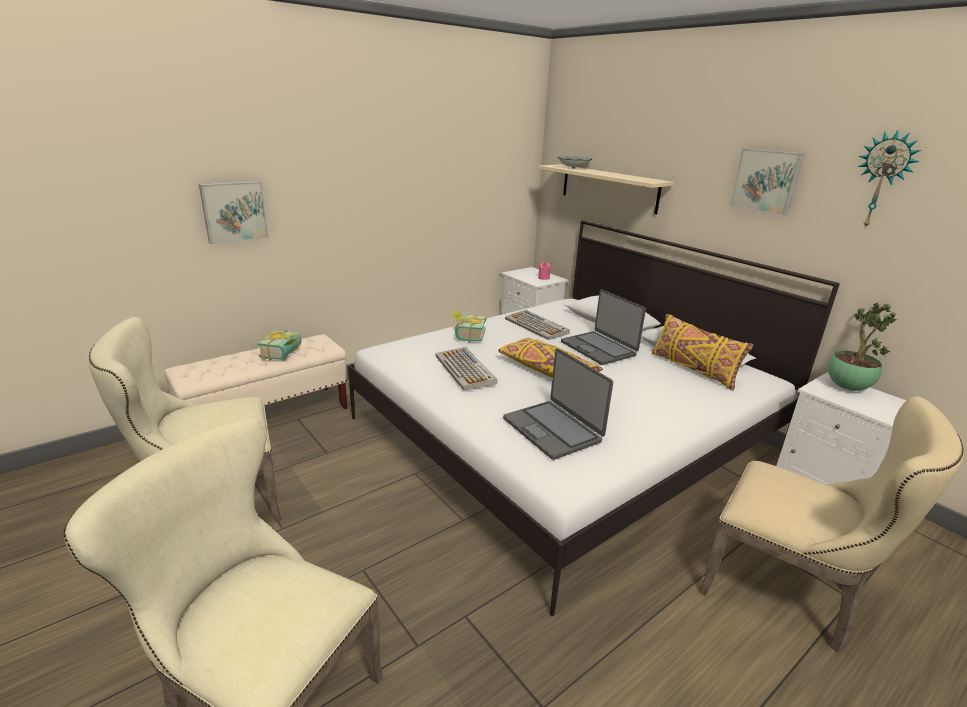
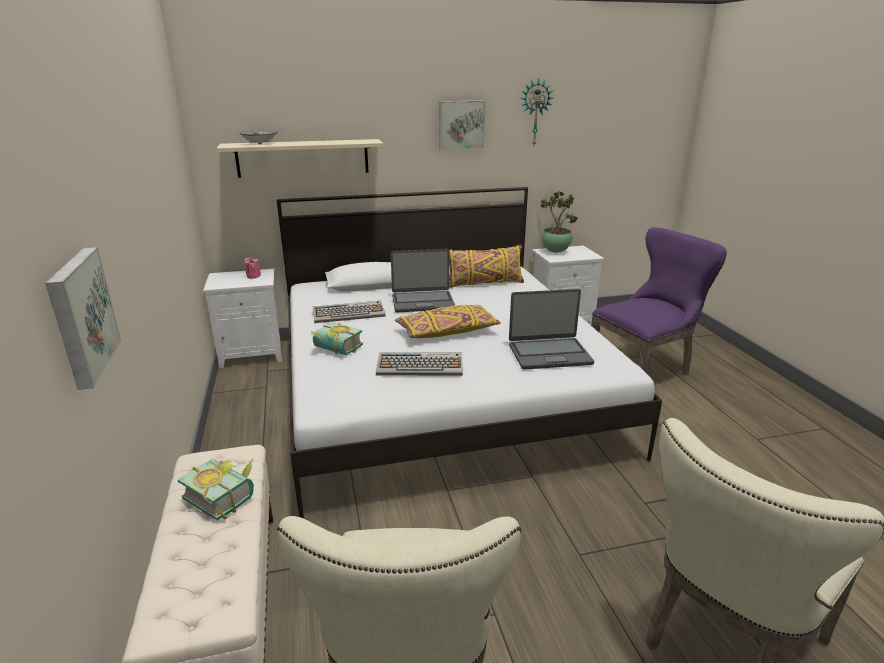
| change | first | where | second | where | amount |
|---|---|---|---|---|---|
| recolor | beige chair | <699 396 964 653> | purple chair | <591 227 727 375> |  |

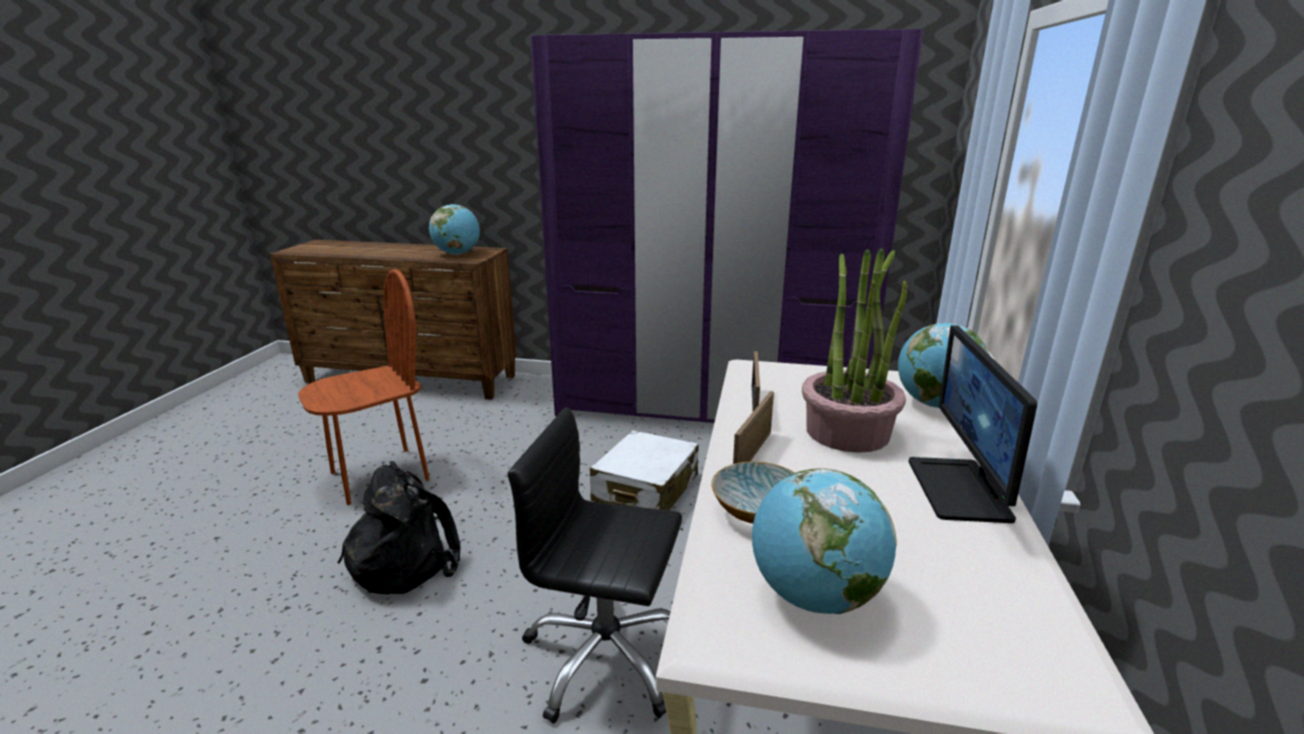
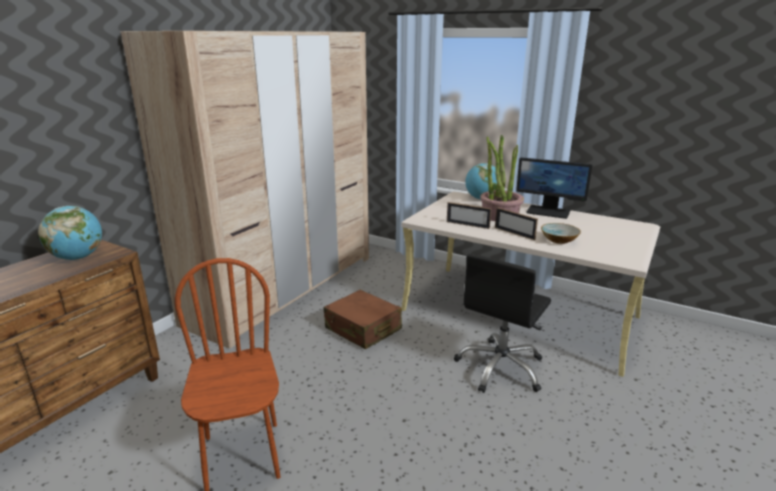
| change | first | where | second | where | amount |
|---|---|---|---|---|---|
| recolor | purple wardrobe | <530 29 924 423> | beige wardrobe | <121 31 369 349> |  |
| recolor | white suitcase | <590 430 698 510> | brown suitcase | <324 290 402 349> |  |
| delete | black backpack | <337 461 461 594> |  |  |  |
| delete | globe | <752 468 897 614> |  |  |  |

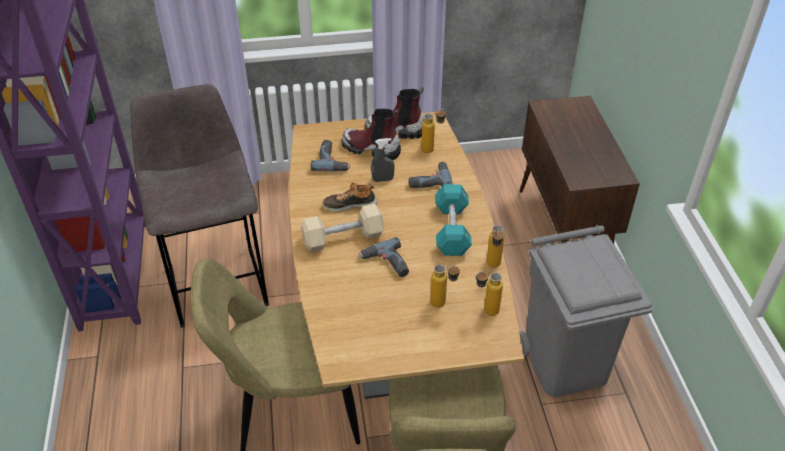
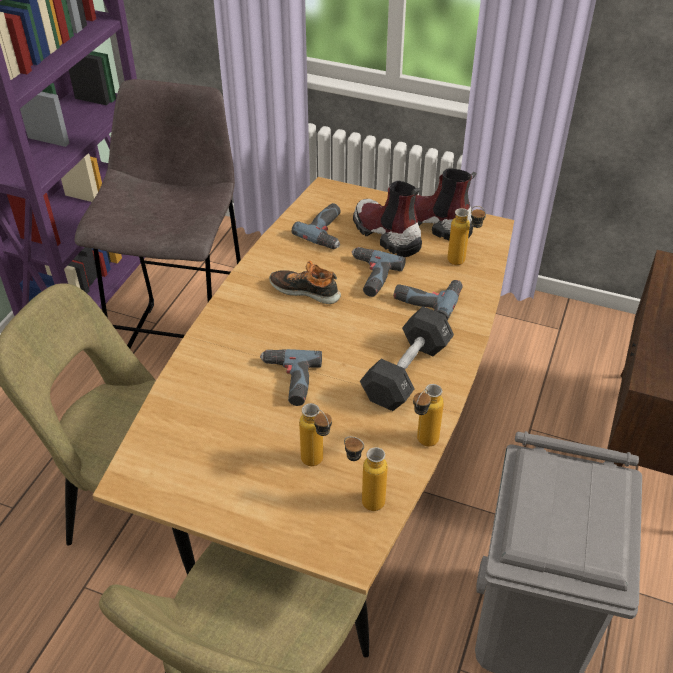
| change | first | where | second | where | amount |
|---|---|---|---|---|---|
| replace | grey spray bottle | <371 138 395 182> | power drill | <352 247 406 297> |  |
| recolor | turquoise dumbbell | <435 184 472 256> | black dumbbell | <360 306 454 411> |  |
| delete | beige dumbbell | <301 204 384 252> |  |  |  |

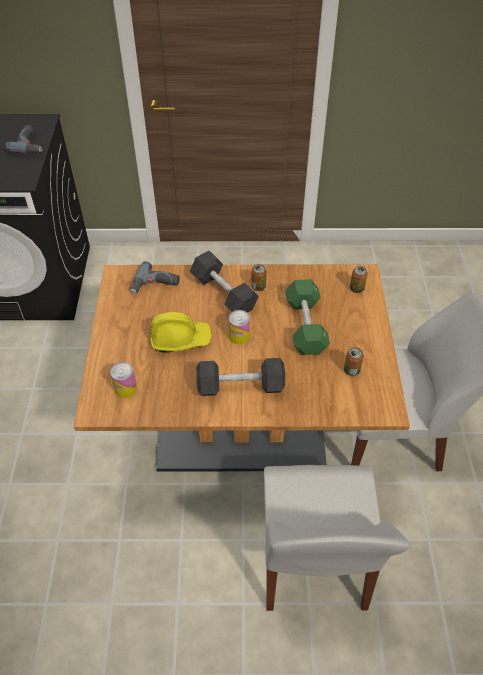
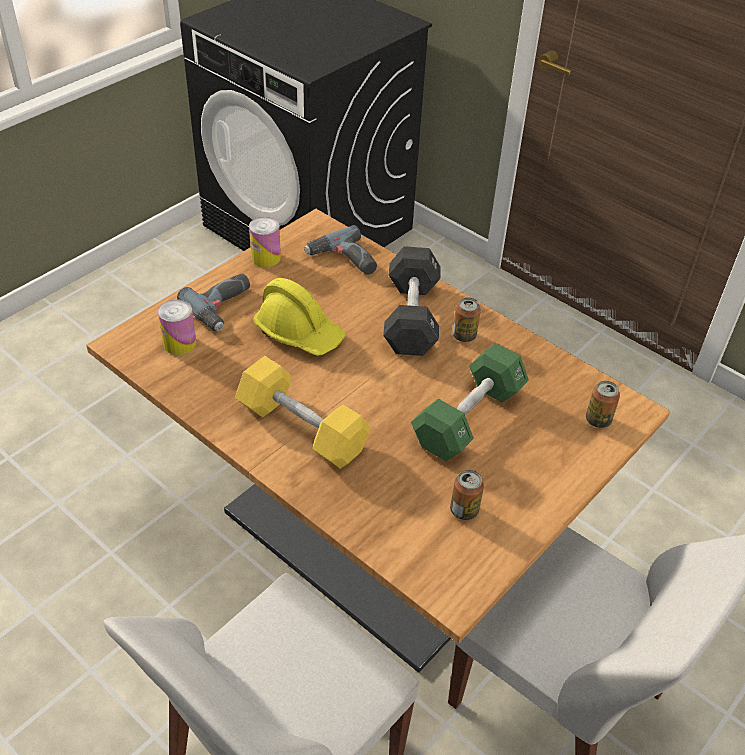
| change | first | where | second | where | amount |
|---|---|---|---|---|---|
| move | power drill | <5 125 43 153> |  | <177 273 250 331> |  |
| recolor | black dumbbell | <196 358 285 396> | yellow dumbbell | <235 356 370 469> |  |
| move | can | <228 310 250 345> |  | <249 217 281 267> |  |

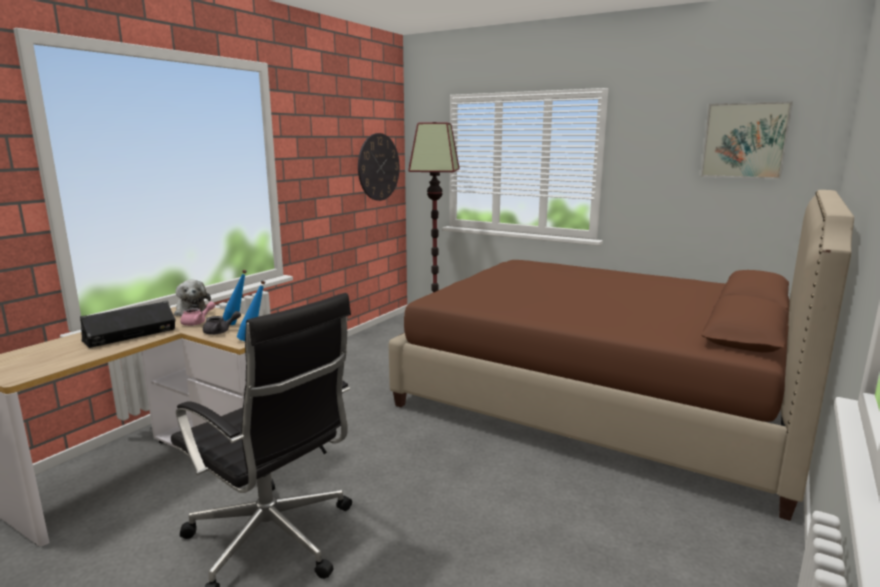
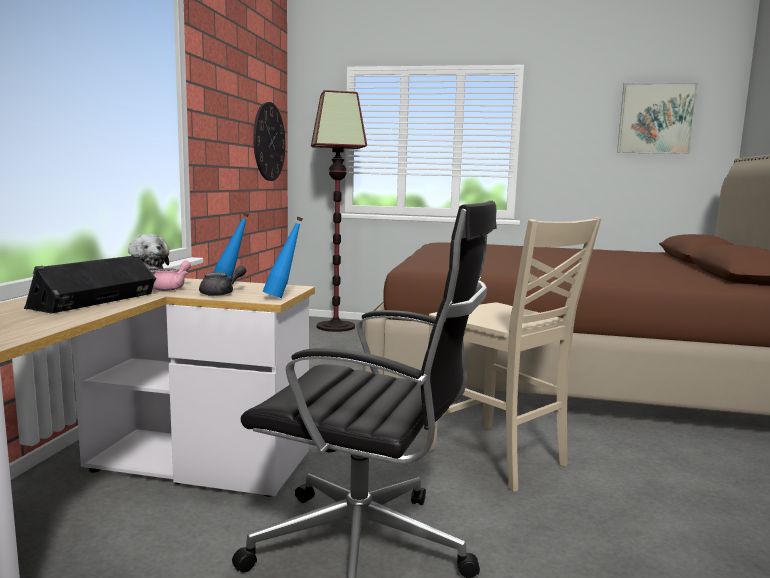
| change | first | where | second | where | amount |
|---|---|---|---|---|---|
| insert |  |  | beige chair | <425 217 601 492> |  |

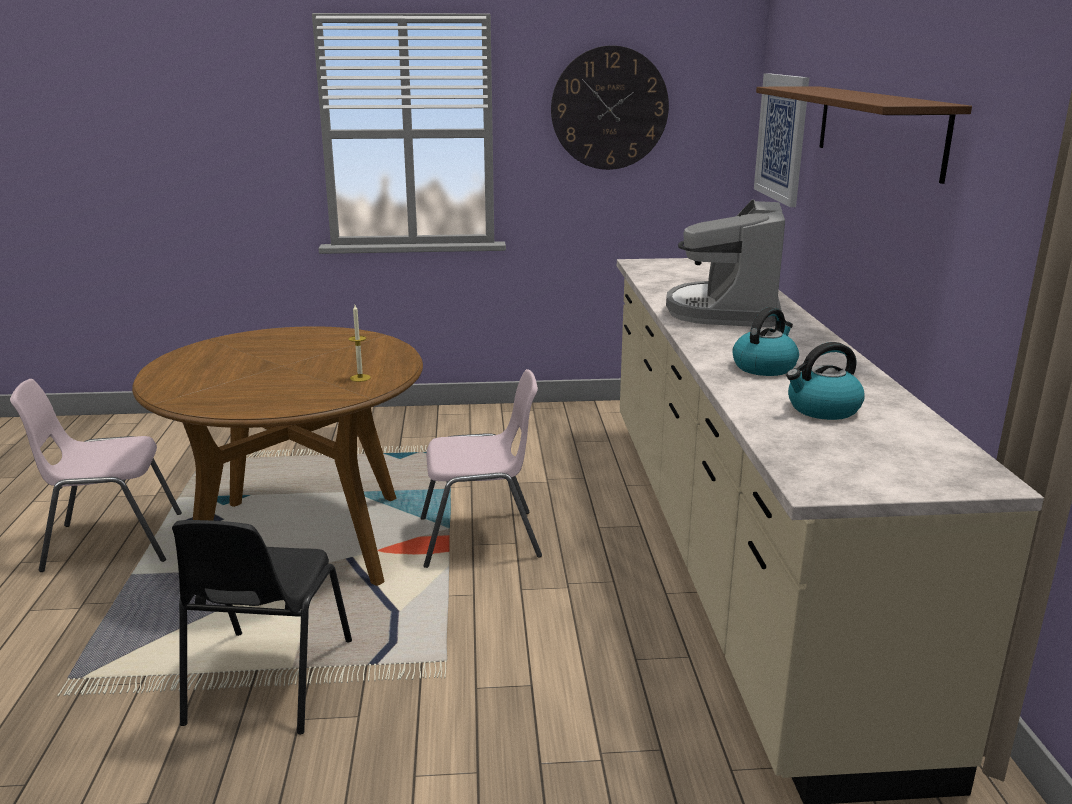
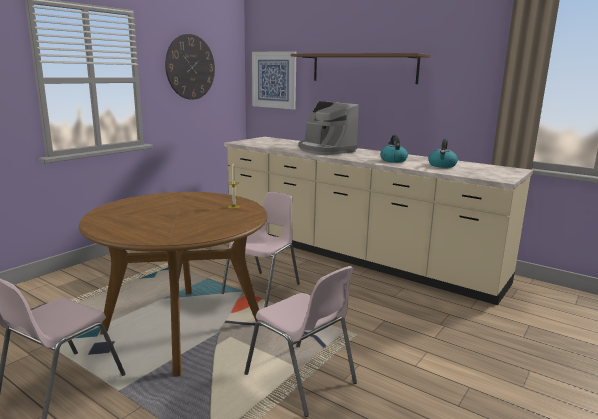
| change | first | where | second | where | amount |
|---|---|---|---|---|---|
| recolor | black chair | <172 520 352 734> | pink chair | <244 266 357 417> |  |

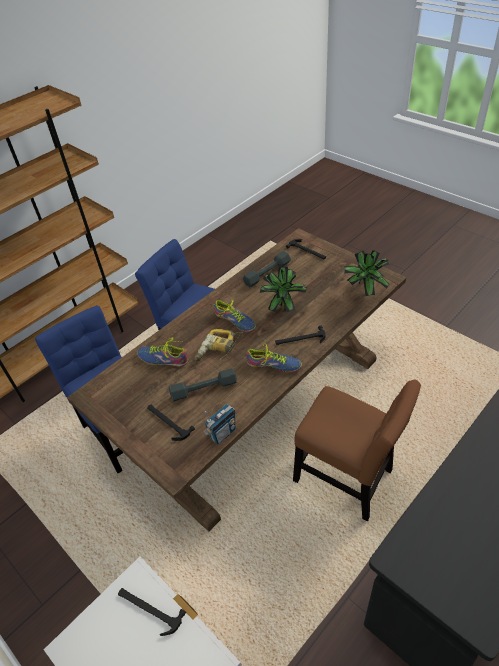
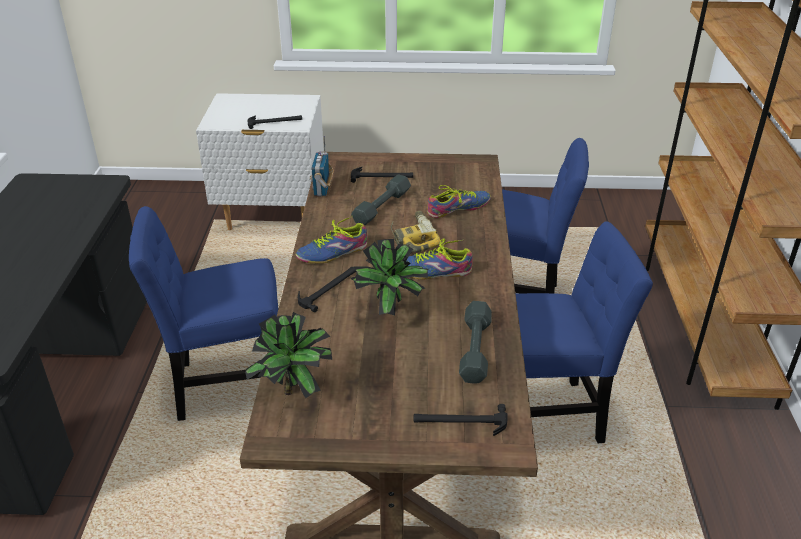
| change | first | where | second | where | amount |
|---|---|---|---|---|---|
| recolor | brown chair | <293 380 421 521> | blue chair | <129 206 279 421> |  |

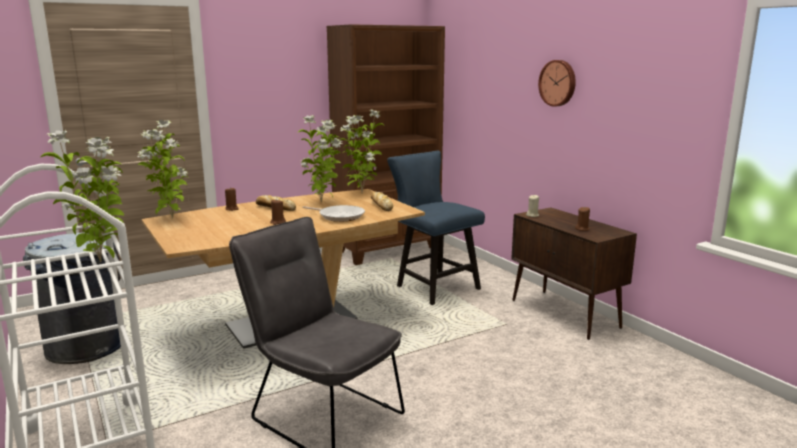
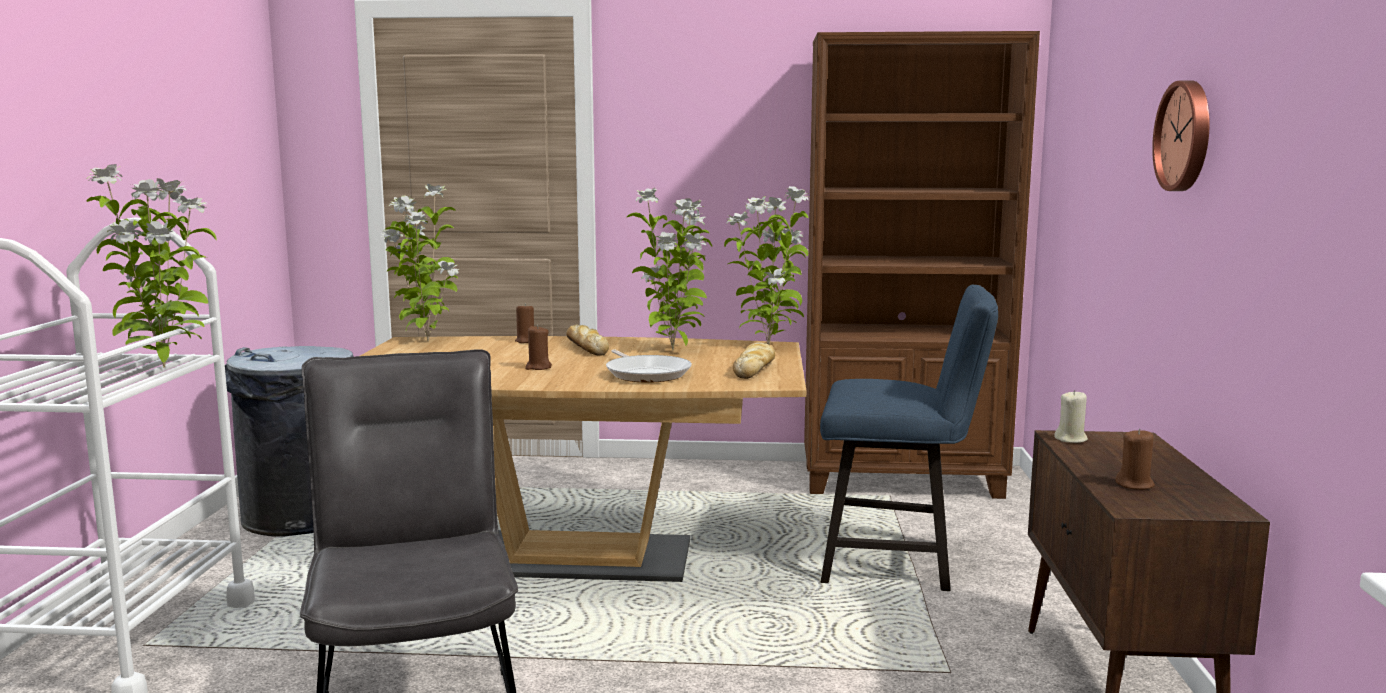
| change | first | where | second | where | amount |
|---|---|---|---|---|---|
| rotate | blue chair | <387 151 485 305> |  | <820 285 998 591> | 105 degrees clockwise |

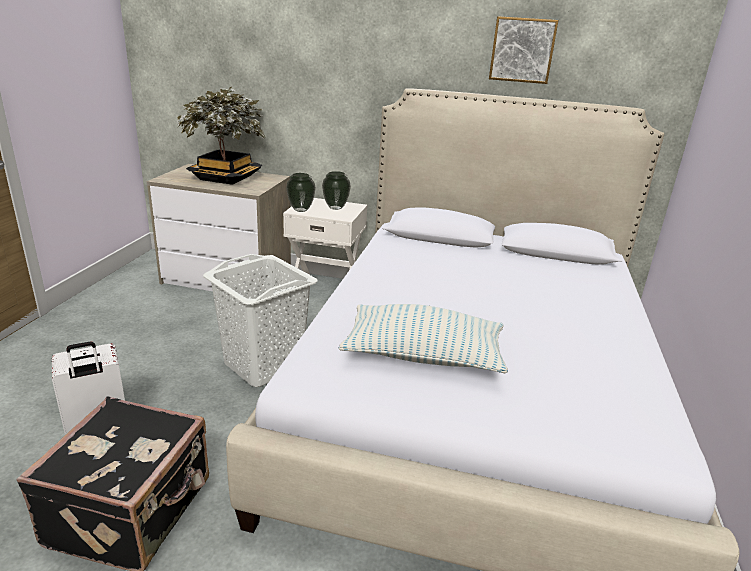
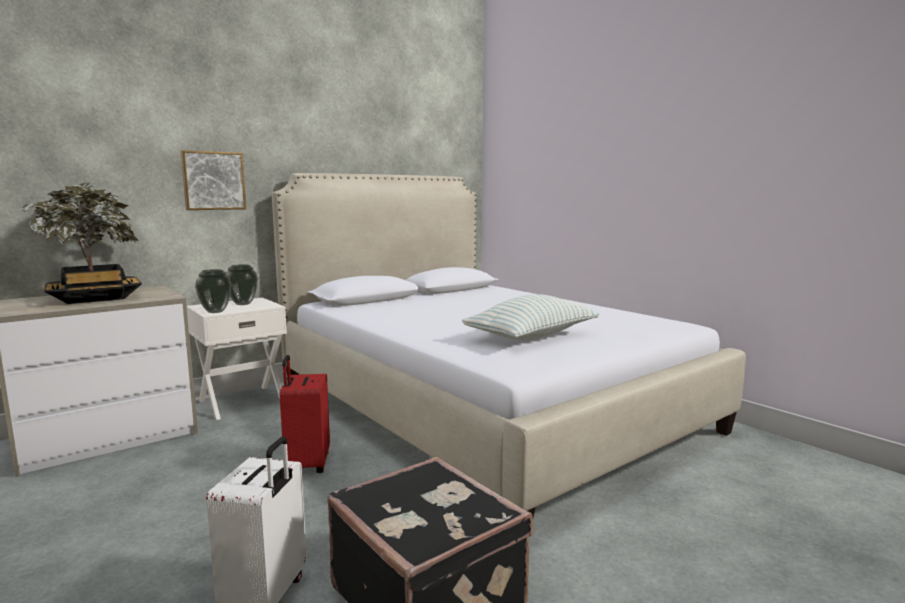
| change | first | where | second | where | amount |
|---|---|---|---|---|---|
| move | picture | <489 16 559 84> |  | <181 150 246 210> |  |
| replace | white laundry basket | <203 254 318 387> | red suitcase | <280 355 330 473> |  |

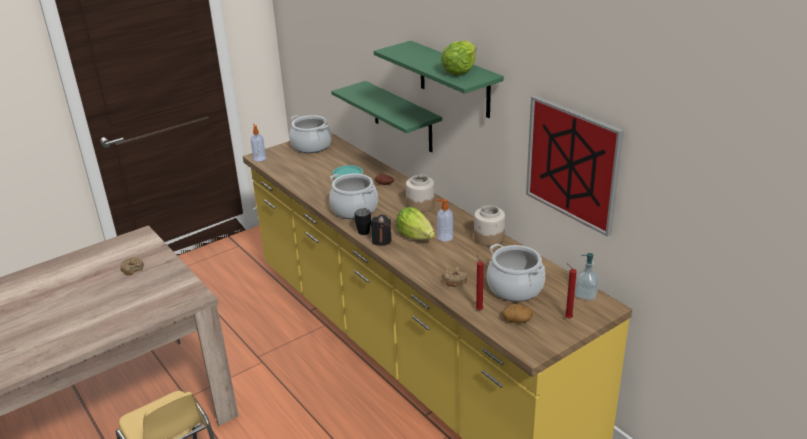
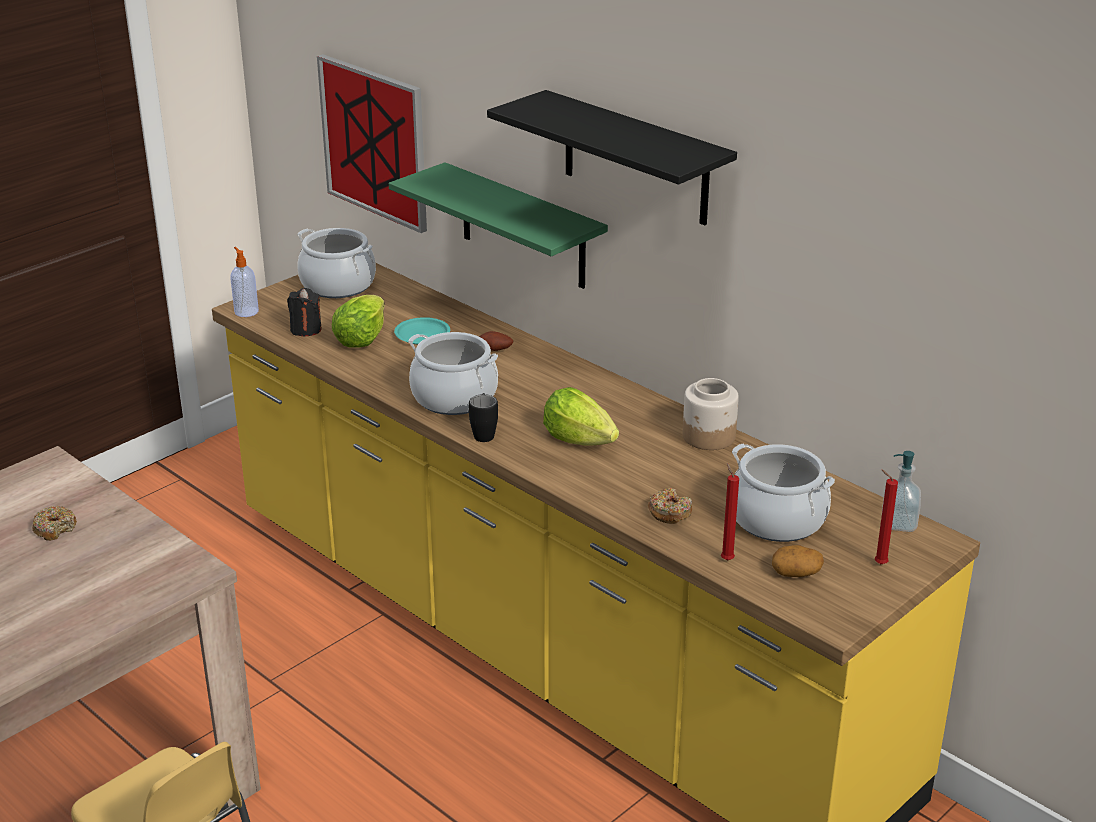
| change | first | where | second | where | amount |
|---|---|---|---|---|---|
| move | black candle | <371 215 392 246> |  | <287 288 322 336> |  |
| move | picture | <526 95 624 237> |  | <317 54 427 233> |  |
| move | lettuce | <441 41 476 75> |  | <332 295 385 348> |  |
| recolor | green shelf | <374 41 504 118> | black shelf | <487 90 737 225> |  |
| delete | jar | <406 175 435 212> |  |  |  |
| delete | soap dispenser | <436 199 453 242> |  |  |  |

